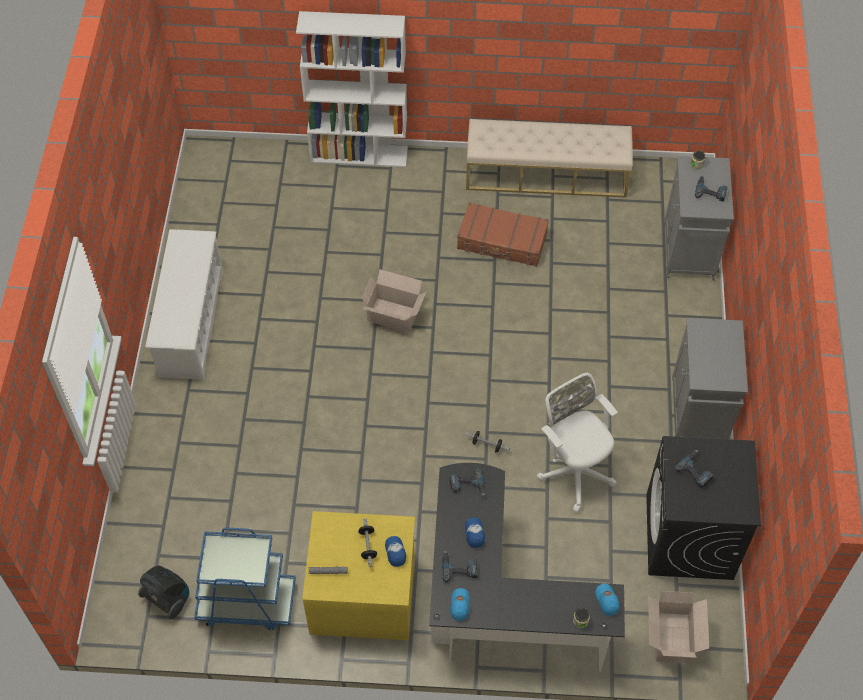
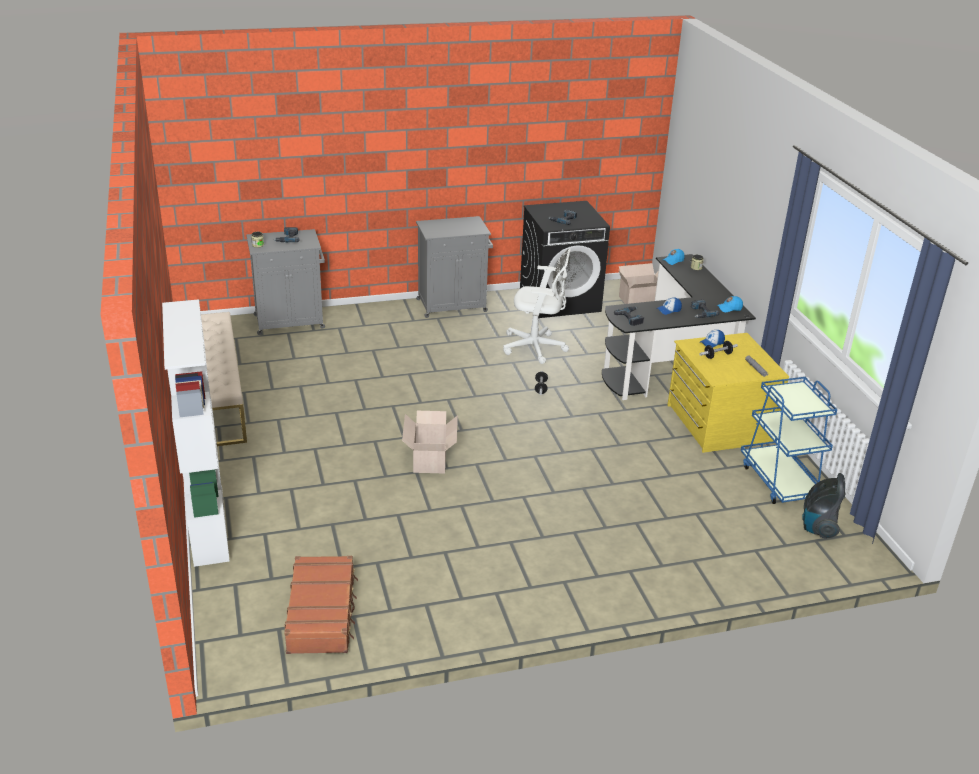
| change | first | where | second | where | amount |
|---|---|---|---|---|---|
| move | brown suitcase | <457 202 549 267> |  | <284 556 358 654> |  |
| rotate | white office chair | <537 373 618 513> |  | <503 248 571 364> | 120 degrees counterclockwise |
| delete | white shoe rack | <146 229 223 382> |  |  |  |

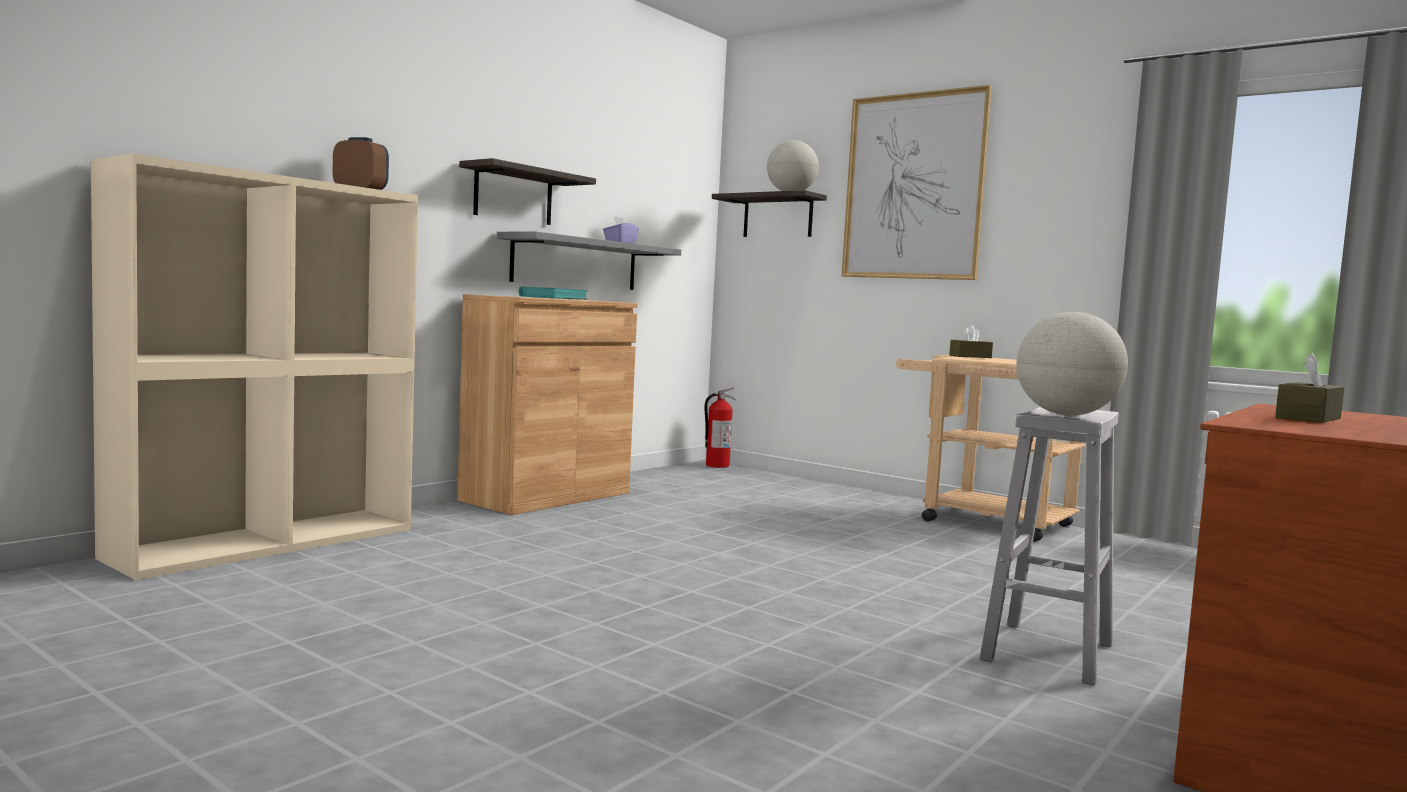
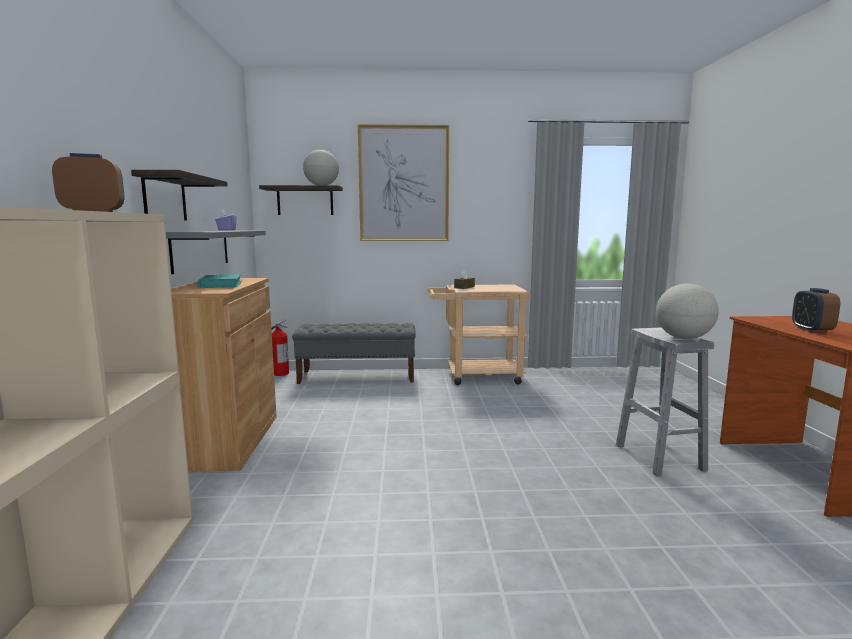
| change | first | where | second | where | amount |
|---|---|---|---|---|---|
| insert |  |  | grey bench | <292 323 416 384> |  |
| replace | brown tissue box | <1275 353 1344 423> | alarm clock | <792 288 840 333> |  |

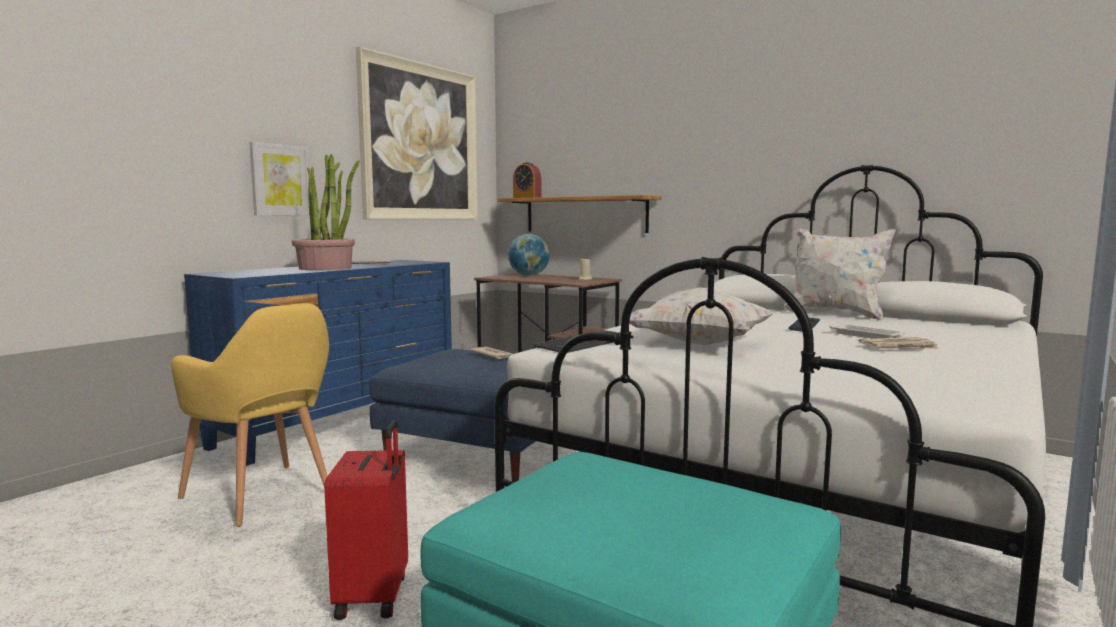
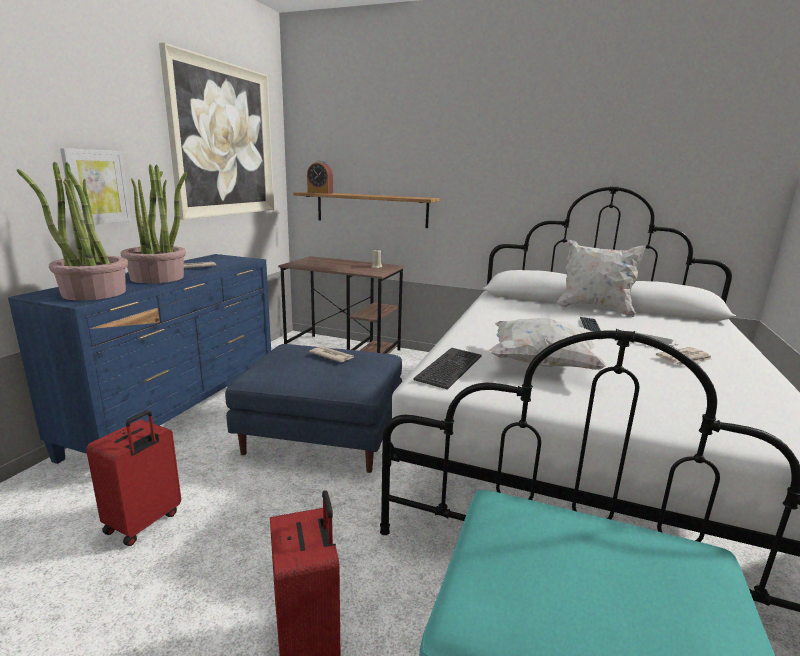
| change | first | where | second | where | amount |
|---|---|---|---|---|---|
| insert |  |  | potted plant | <17 162 128 300> |  |
| replace | yellow armchair | <171 303 329 527> | red suitcase | <86 410 181 546> |  |
| delete | globe | <508 234 550 276> |  |  |  |

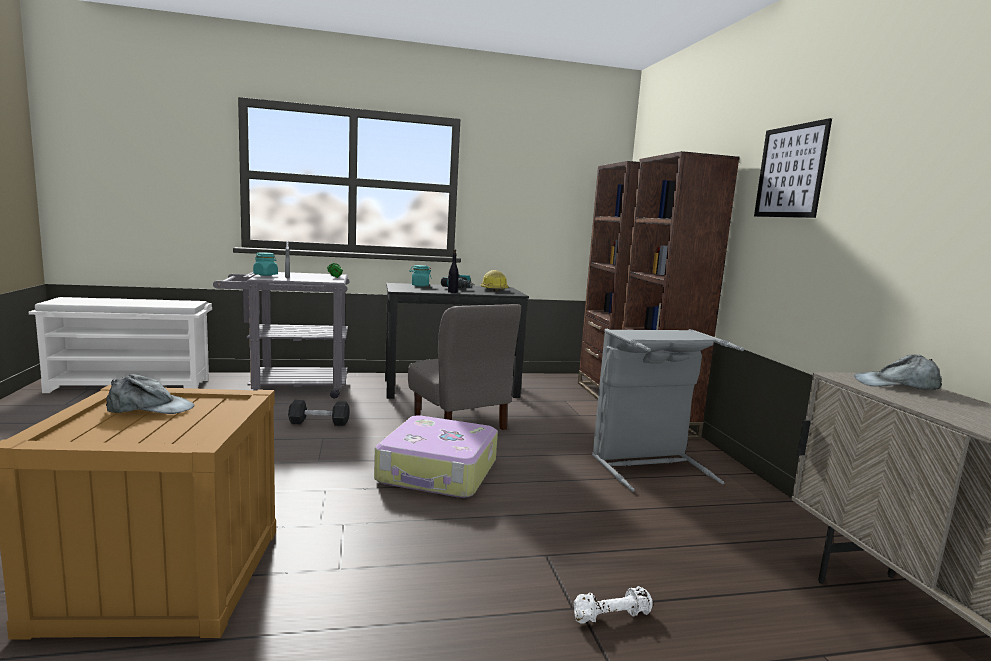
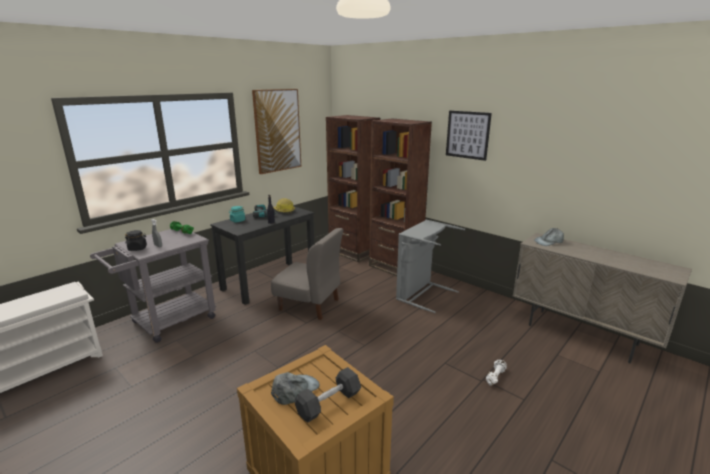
| change | first | where | second | where | amount |
|---|---|---|---|---|---|
| recolor | turquoise jar | <253 252 278 276> | black jar | <125 230 147 251> |  |
| insert |  |  | picture | <252 89 301 174> |  |
| move | black dumbbell | <288 400 350 426> |  | <295 367 361 423> |  |
| delete | suitcase | <374 415 498 498> |  |  |  |

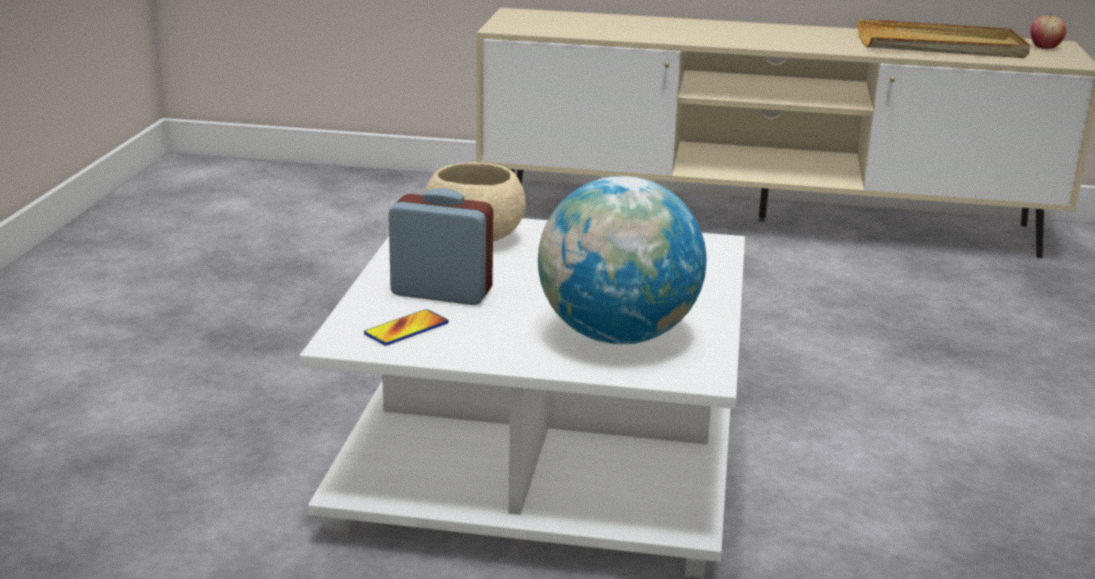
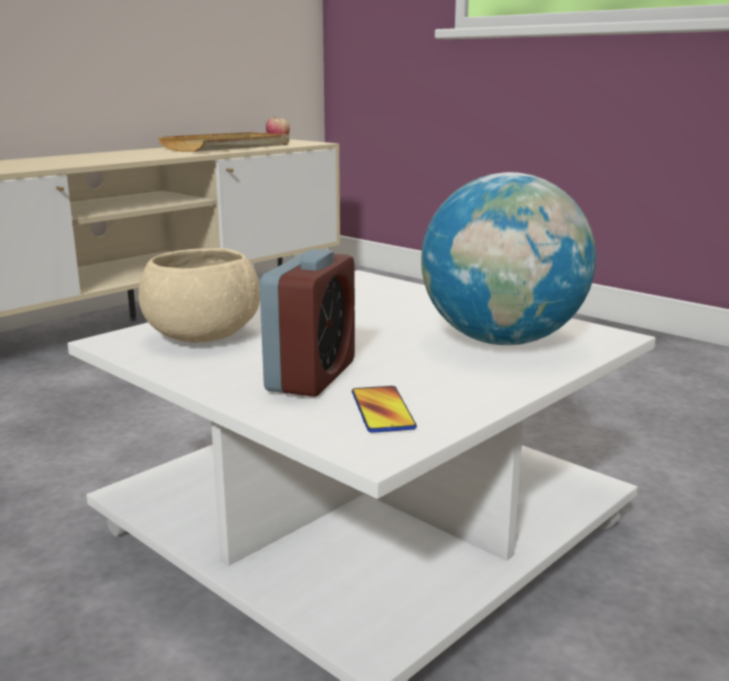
| change | first | where | second | where | amount |
|---|---|---|---|---|---|
| rotate | alarm clock | <389 188 493 305> |  | <260 249 355 397> | 150 degrees clockwise |

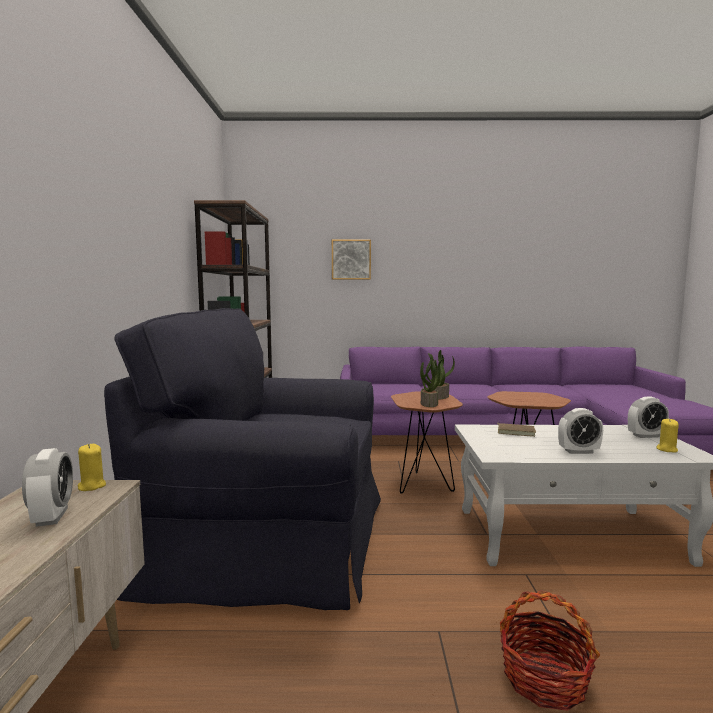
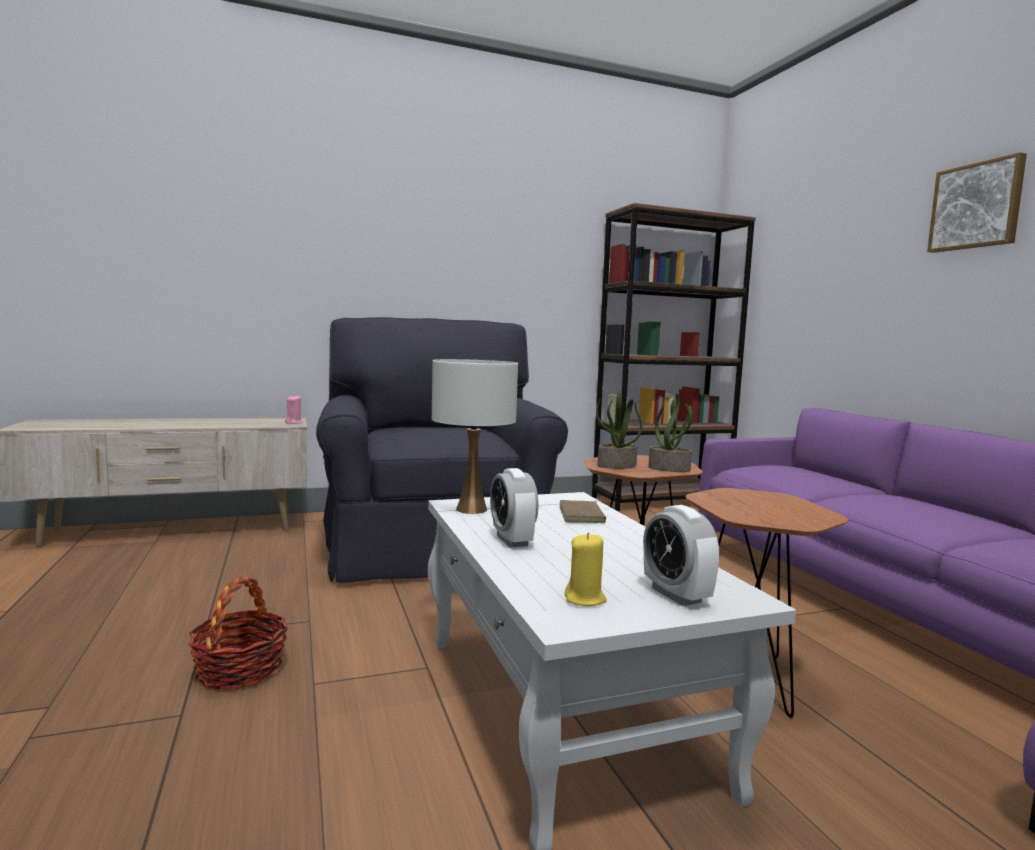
| change | first | where | second | where | amount |
|---|---|---|---|---|---|
| recolor | yellow candle | <78 444 106 491> | pink candle | <285 395 302 424> |  |
| insert |  |  | white table lamp | <432 359 518 514> |  |
| move | picture | <332 240 371 280> |  | <927 152 1027 253> |  |
| delete | alarm clock | <22 448 73 527> |  |  |  |

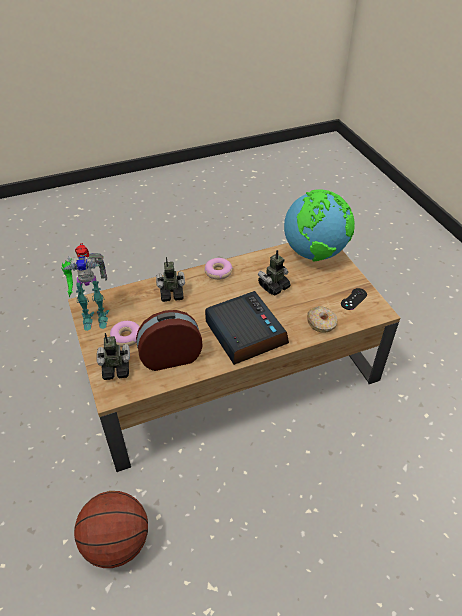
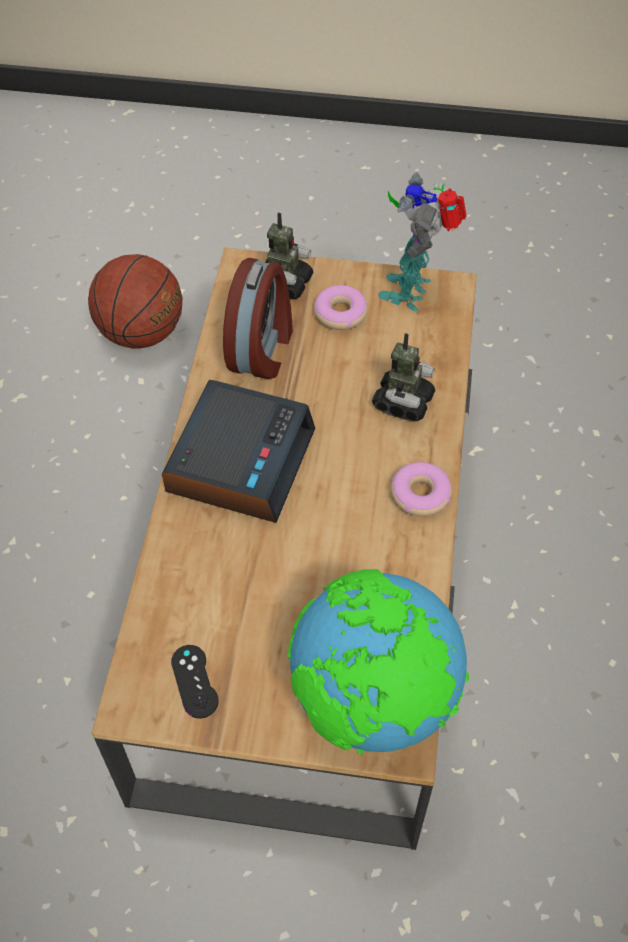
| change | first | where | second | where | amount |
|---|---|---|---|---|---|
| rotate | alarm clock | <205 291 289 365> |  | <162 380 315 523> | 75 degrees counterclockwise |
| delete | toy robot | <258 250 291 295> |  |  |  |
| delete | donut | <307 306 337 332> |  |  |  |

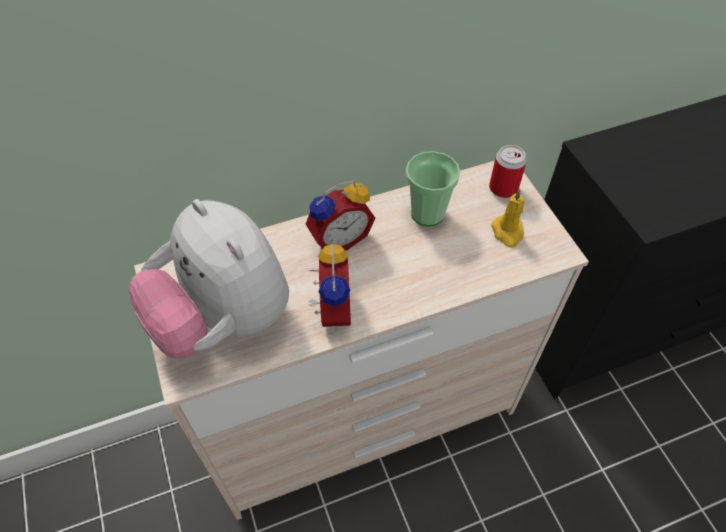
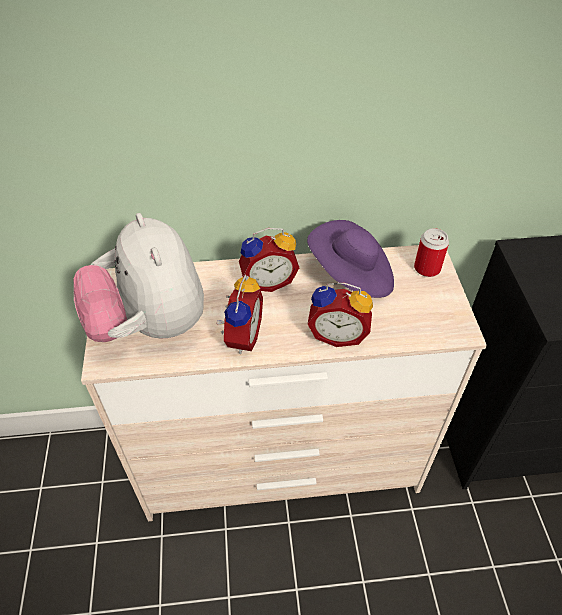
| change | first | where | second | where | amount |
|---|---|---|---|---|---|
| replace | cup | <406 151 460 226> | purple hat | <307 220 394 298> |  |
| insert |  |  | alarm clock | <308 283 373 347> |  |
| delete | yellow candle | <491 189 524 248> |  |  |  |

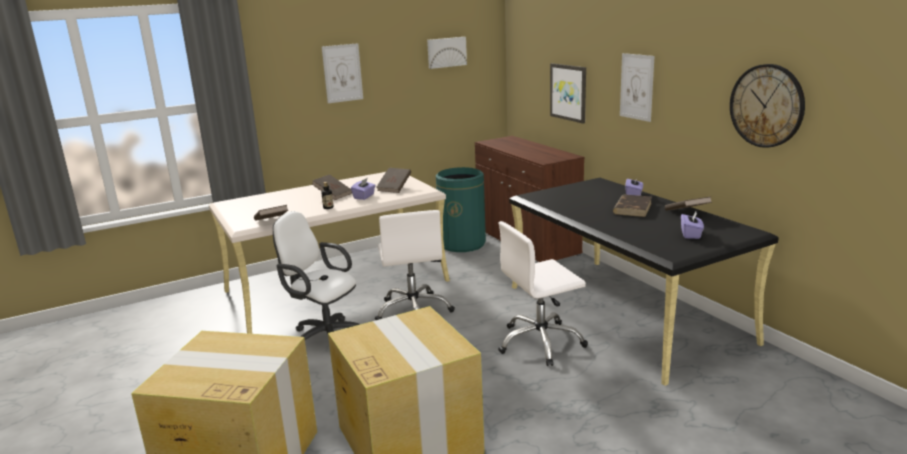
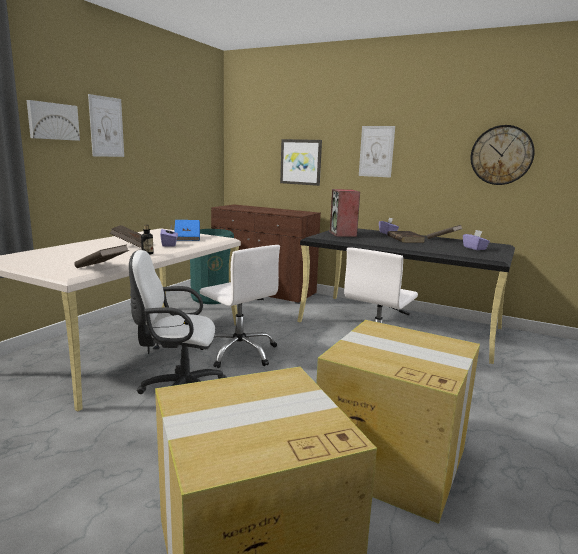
| change | first | where | second | where | amount |
|---|---|---|---|---|---|
| move | picture | <427 37 467 69> |  | <27 100 80 141> |  |
| recolor | brown book | <377 168 411 193> | blue book | <174 220 200 241> |  |
| insert |  |  | speaker | <330 189 360 237> |  |

